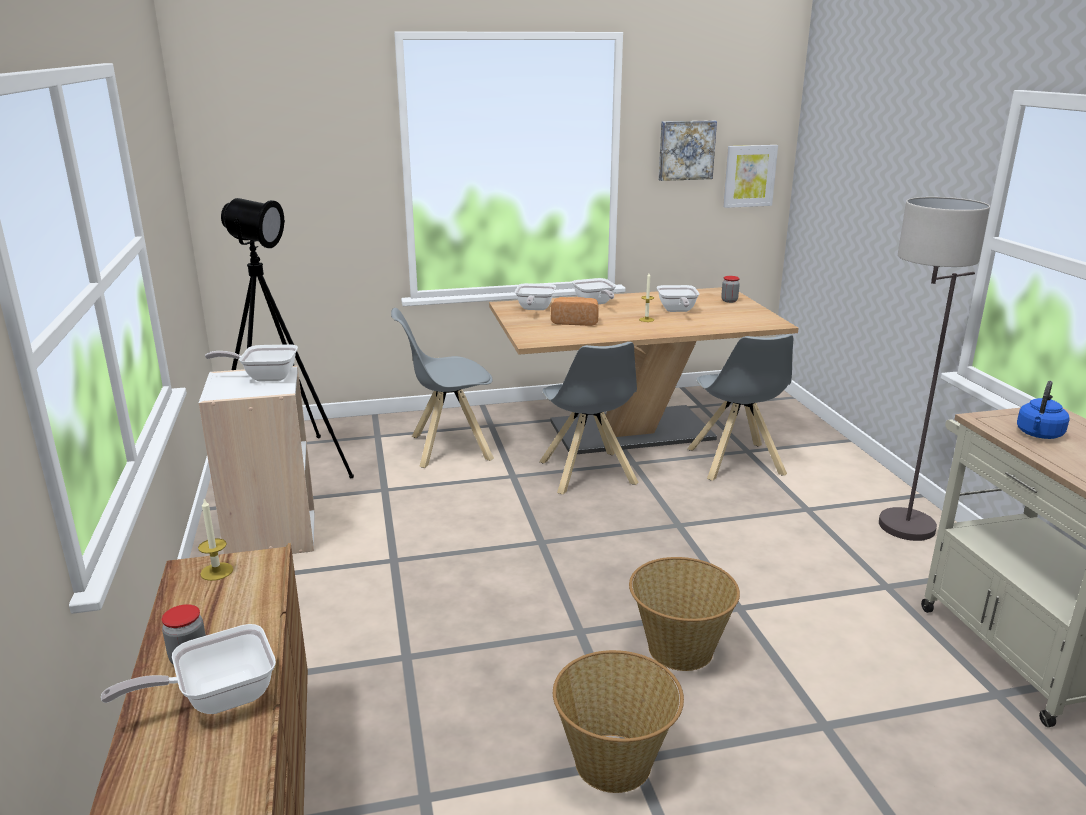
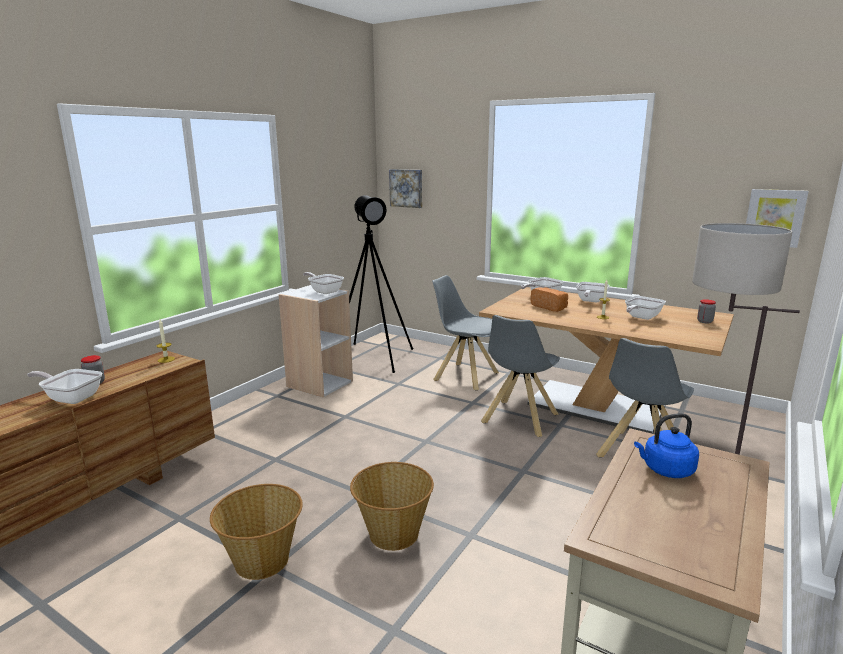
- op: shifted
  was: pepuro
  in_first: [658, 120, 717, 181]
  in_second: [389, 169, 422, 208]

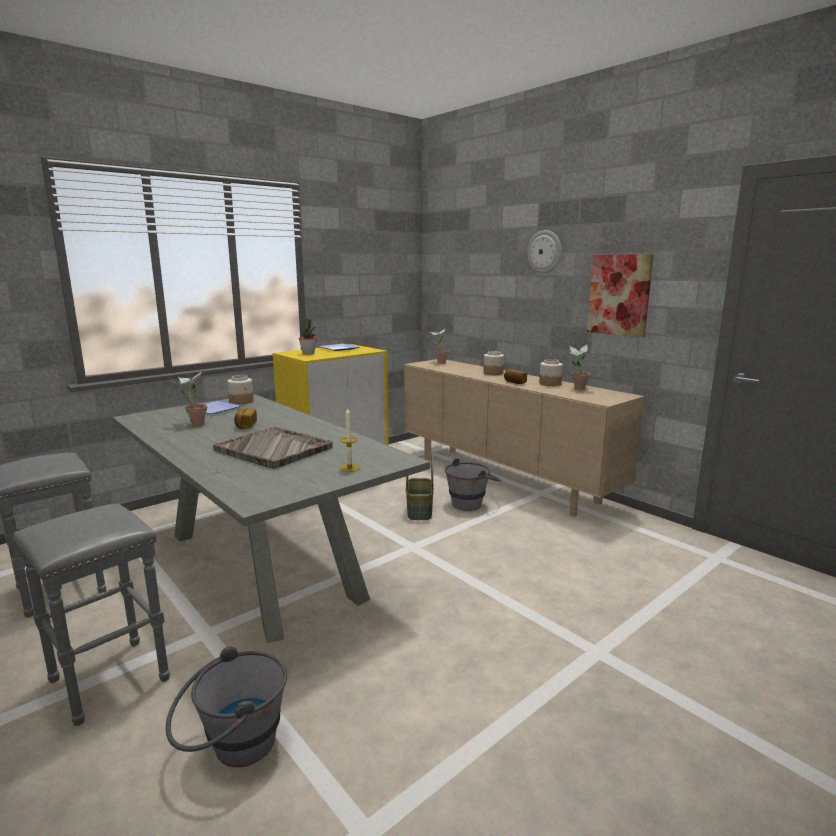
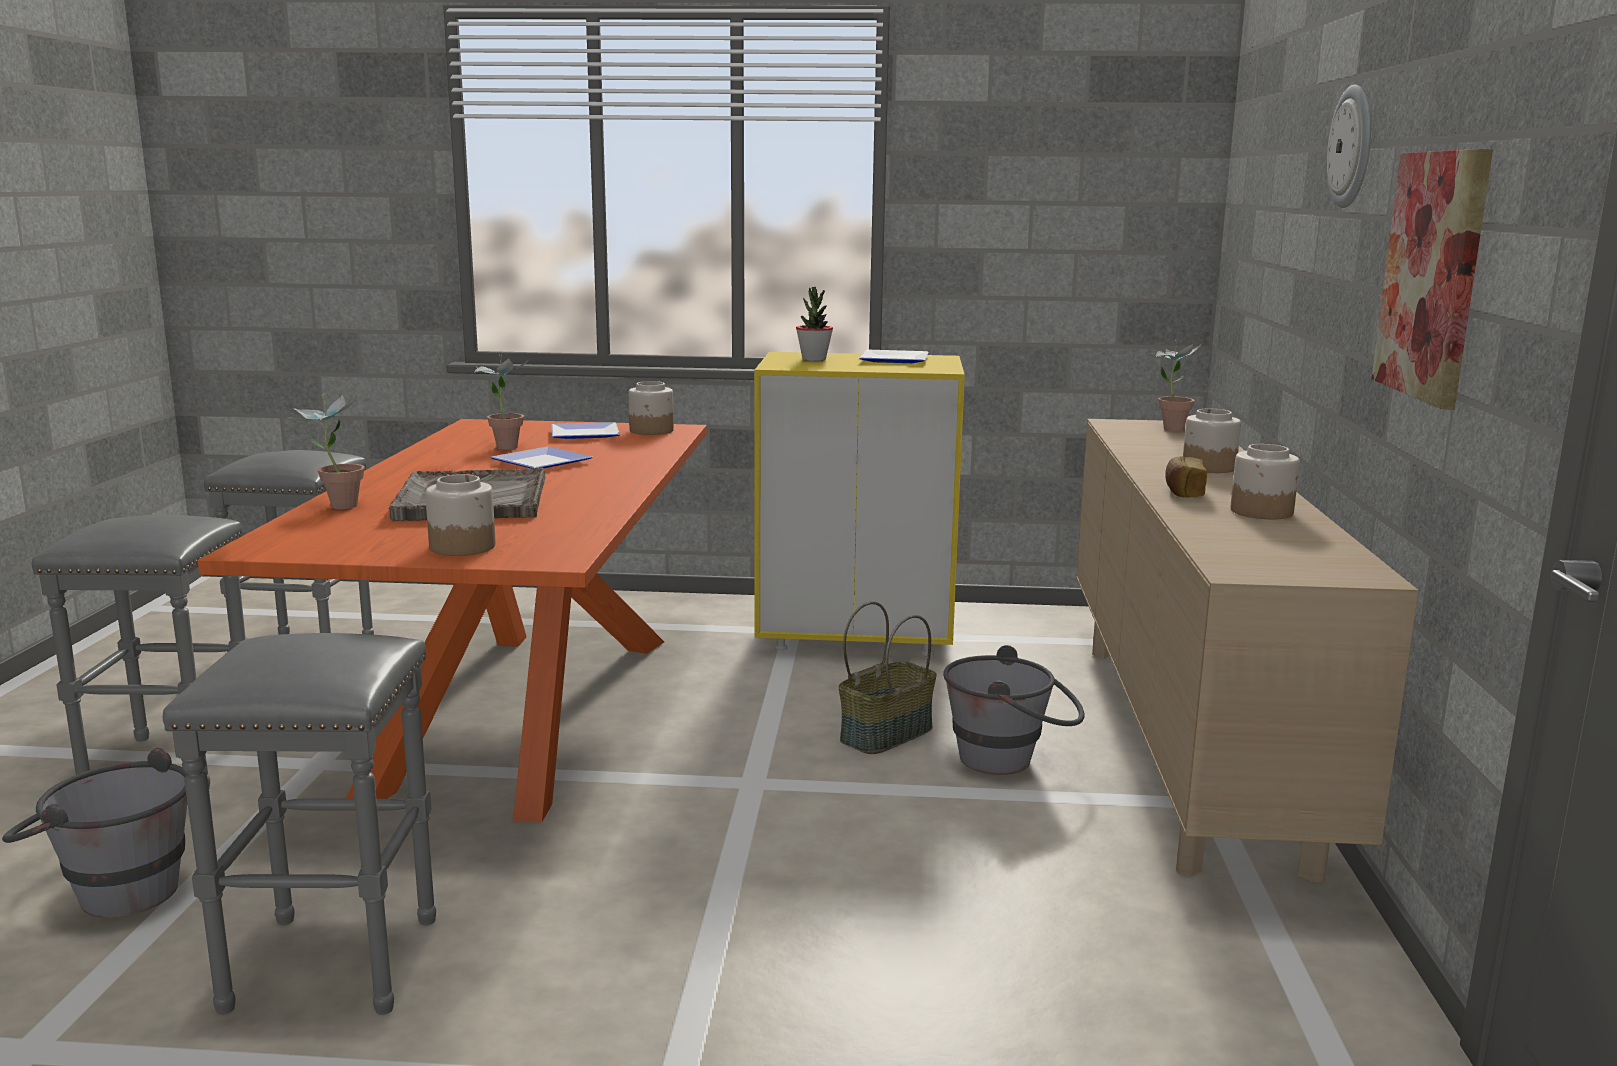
- op: shifted
  was: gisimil
  in_first: [568, 344, 595, 390]
  in_second: [284, 394, 365, 509]
- op: repainted
  was: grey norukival
  now: orange norukival
  in_first: [112, 394, 430, 643]
  in_second: [198, 419, 707, 822]
- op: swapped
  was: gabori
  now: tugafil
  in_first: [234, 408, 257, 429]
  in_second: [490, 446, 593, 468]
- op: swapped
  was: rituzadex
  now: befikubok
  in_first: [340, 408, 359, 472]
  in_second: [425, 474, 495, 556]
- op: new
  now: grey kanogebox
  in_second: [163, 633, 436, 1015]

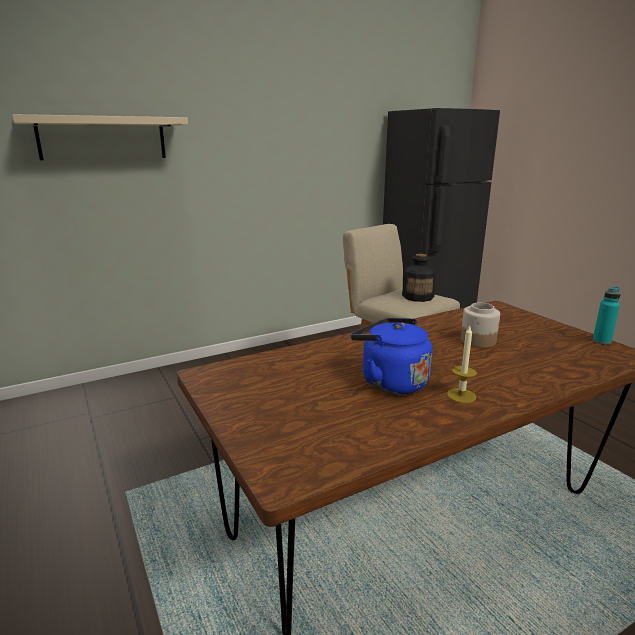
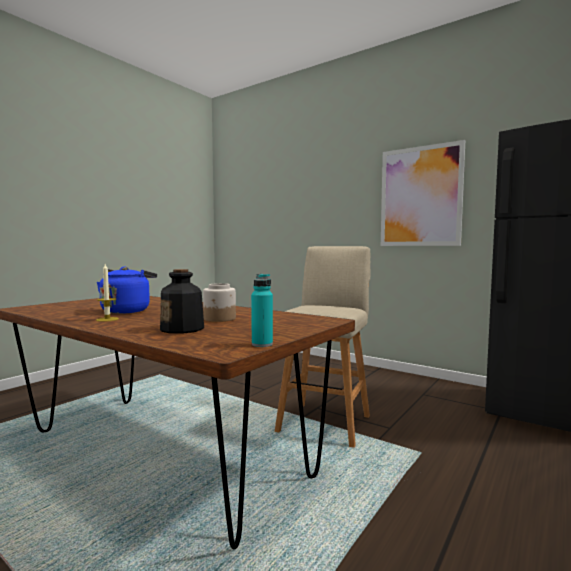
- op: gone
  was: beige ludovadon
  in_first: [12, 114, 188, 160]
- op: shifted
  was: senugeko
  in_first: [402, 254, 435, 302]
  in_second: [160, 269, 204, 334]
- op: new
  now: pepuro
  in_second: [381, 140, 465, 246]

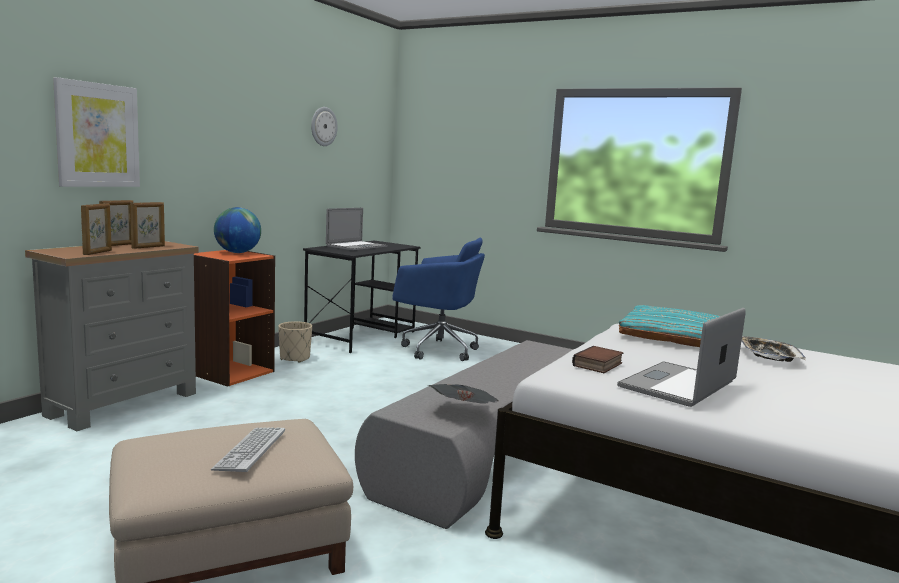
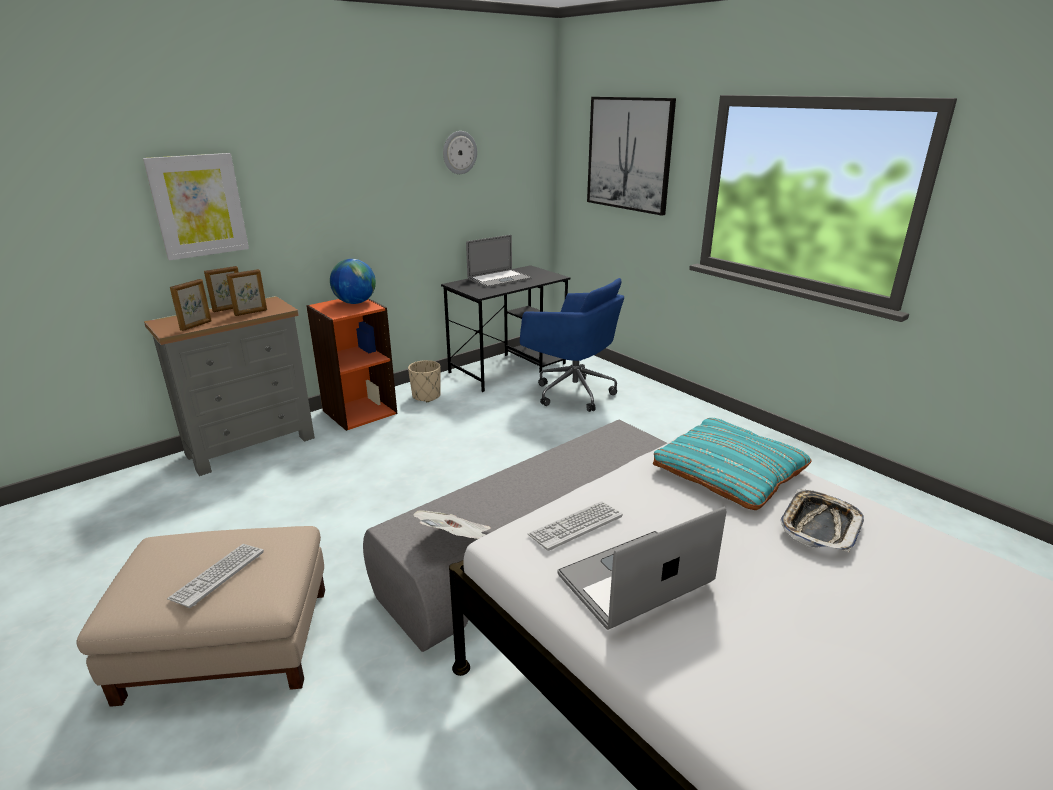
- op: swapped
  was: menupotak
  now: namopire
  in_first: [572, 346, 623, 373]
  in_second: [528, 501, 623, 551]
- op: new
  now: pepuro
  in_second: [587, 97, 676, 216]

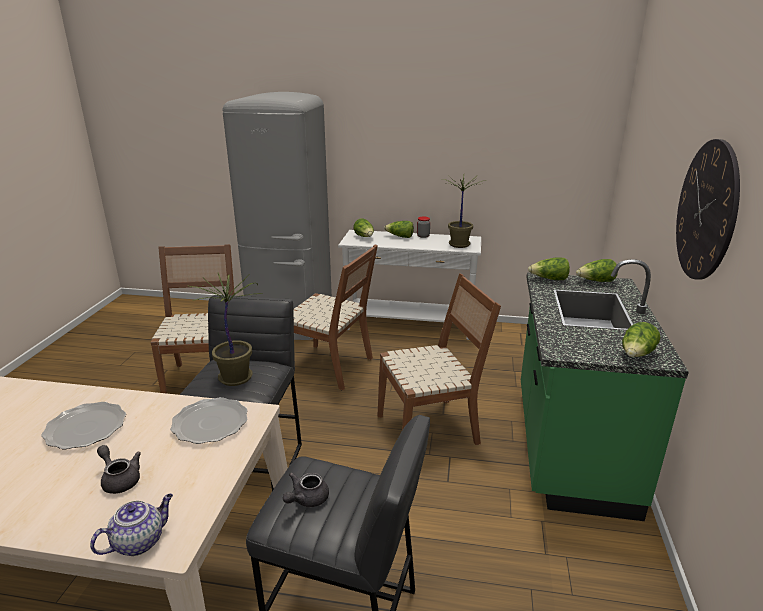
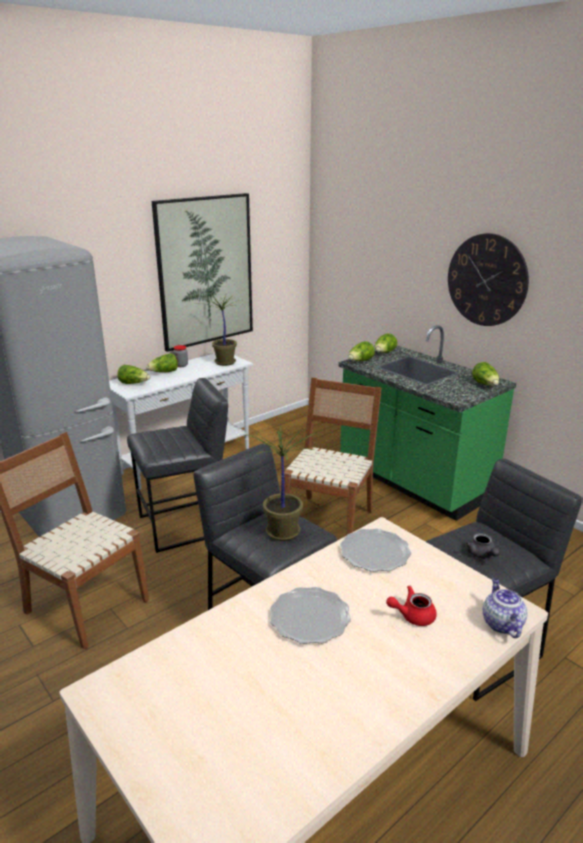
- op: swapped
  was: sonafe
  now: grey kanogebox
  in_first: [293, 244, 378, 390]
  in_second: [127, 378, 228, 553]
- op: repainted
  was: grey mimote
  now: red mimote
  in_first: [97, 445, 141, 494]
  in_second: [386, 586, 437, 626]
- op: new
  now: pepuro
  in_second: [152, 193, 253, 352]

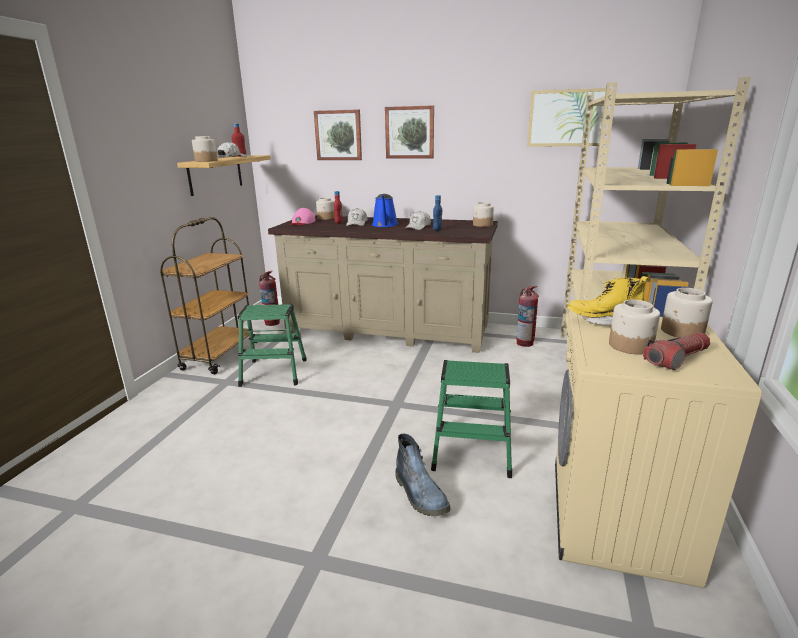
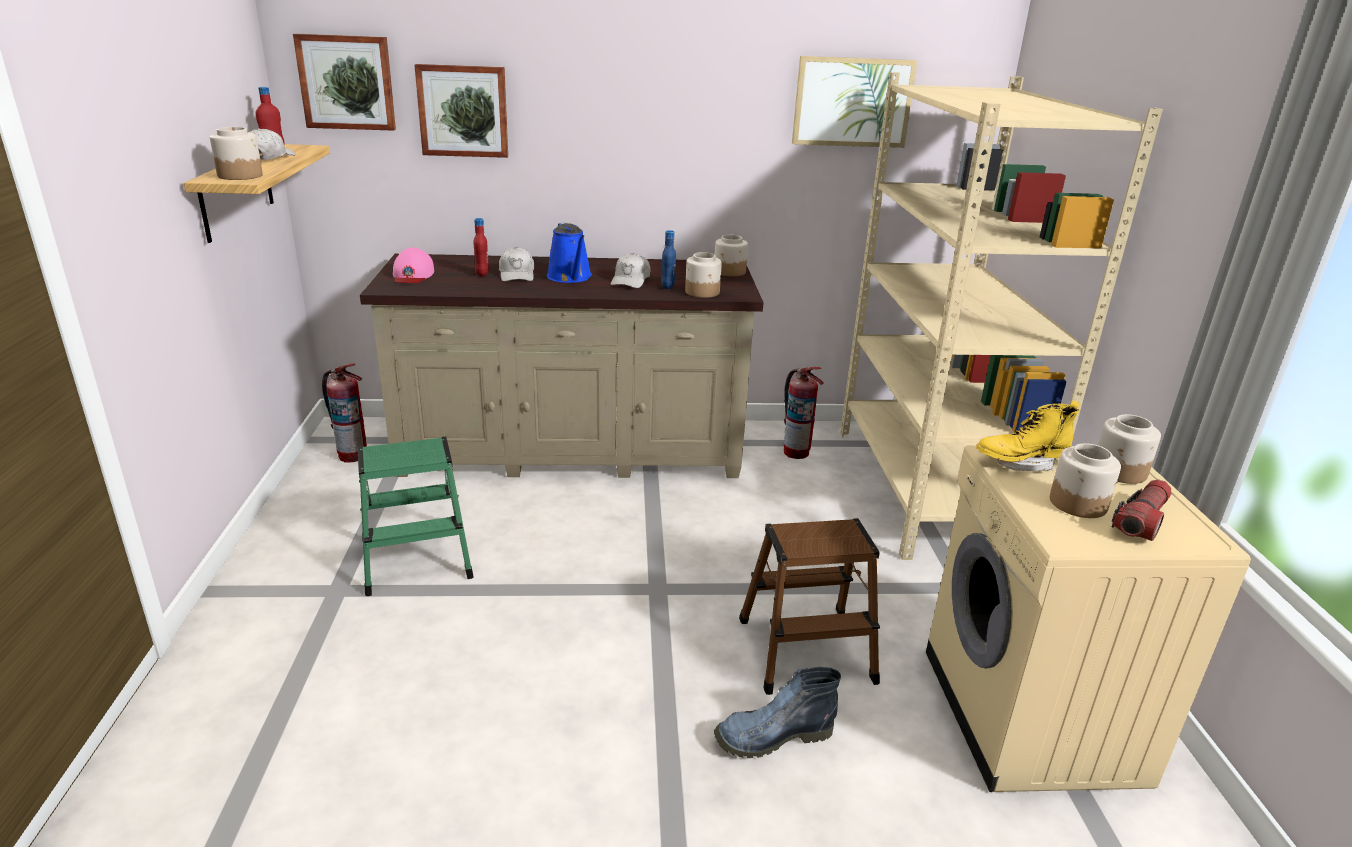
- op: shifted
  was: pepuro
  in_first: [385, 105, 434, 159]
  in_second: [293, 34, 396, 131]
- op: shifted
  was: befikubok
  in_first: [316, 197, 335, 220]
  in_second: [685, 252, 722, 298]
- op: gone
  was: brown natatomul
  in_first: [160, 217, 258, 374]
- op: repainted
  was: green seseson
  now: brown seseson
  in_first: [431, 360, 512, 478]
  in_second: [739, 518, 880, 695]
- op: rotated
  was: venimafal
  in_first: [395, 434, 450, 516]
  in_second: [714, 667, 841, 758]
  clockwise: 120

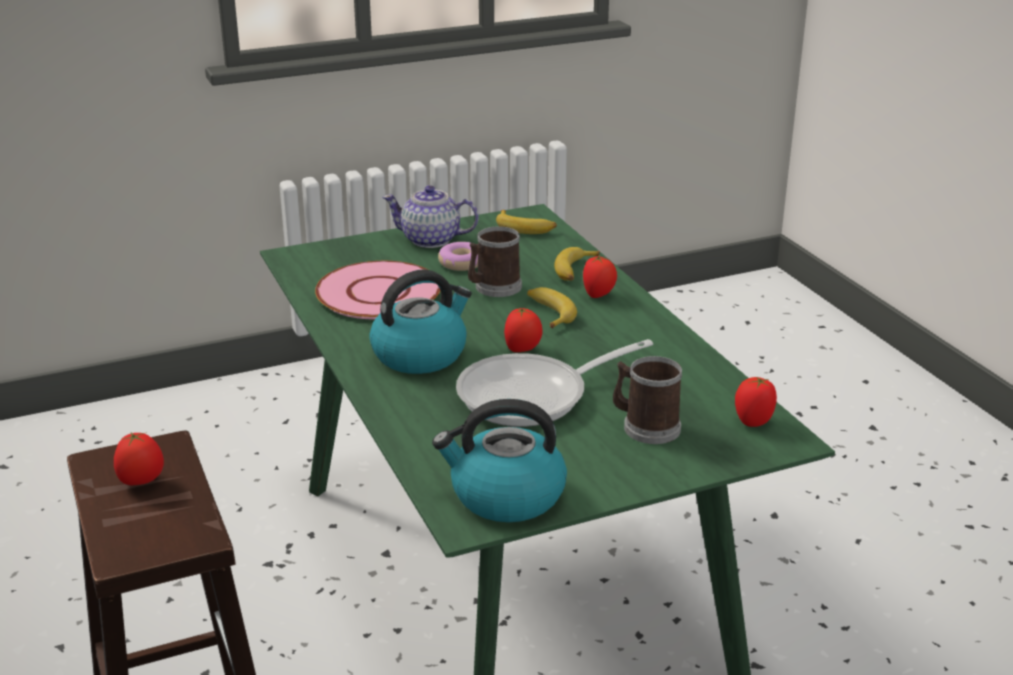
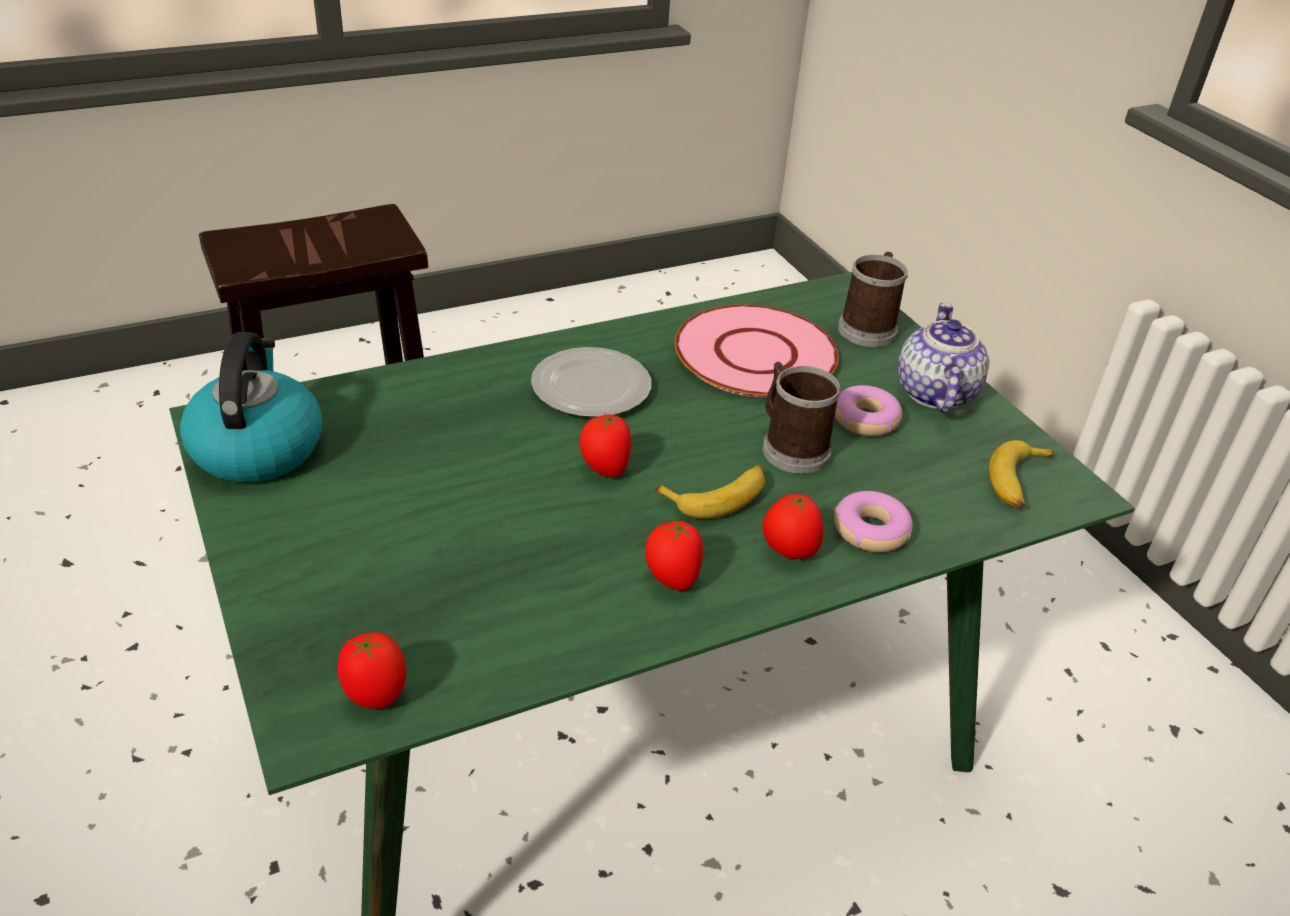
- op: swapped
  was: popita
  now: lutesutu
  in_first: [554, 247, 600, 281]
  in_second: [834, 491, 913, 552]
- op: swapped
  was: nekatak
  now: tugafil
  in_first: [369, 270, 472, 374]
  in_second: [531, 347, 651, 417]
- op: gone
  was: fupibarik
  in_first: [456, 339, 653, 427]
- op: shifted
  was: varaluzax
  in_first: [613, 356, 682, 444]
  in_second: [838, 252, 908, 347]
- op: shifted
  was: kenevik
  in_first: [114, 432, 164, 485]
  in_second: [645, 519, 703, 591]

